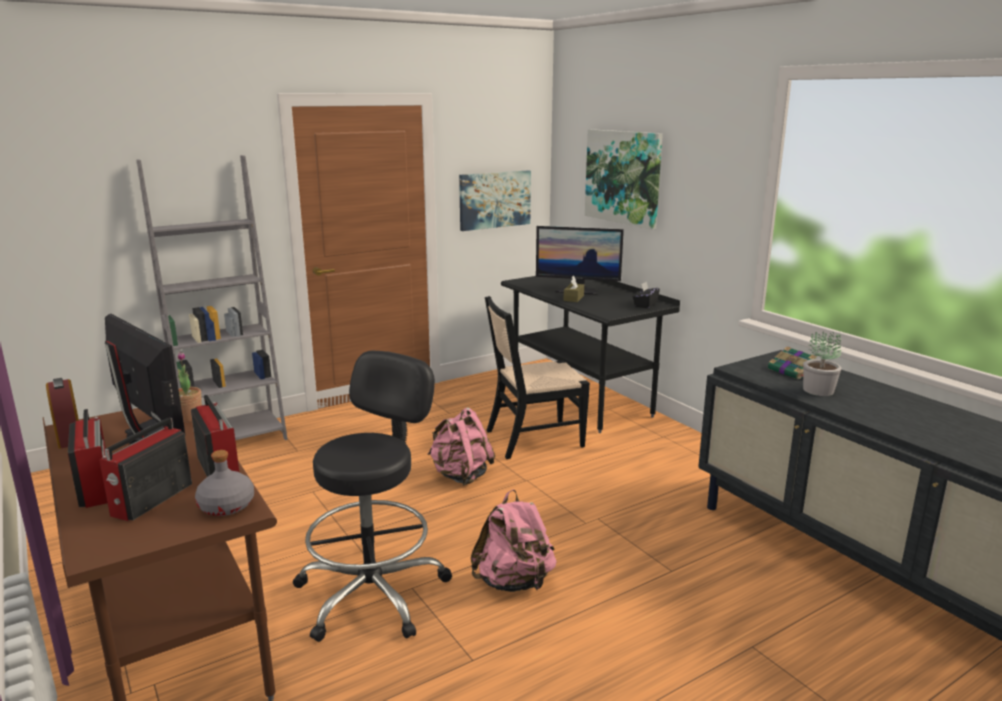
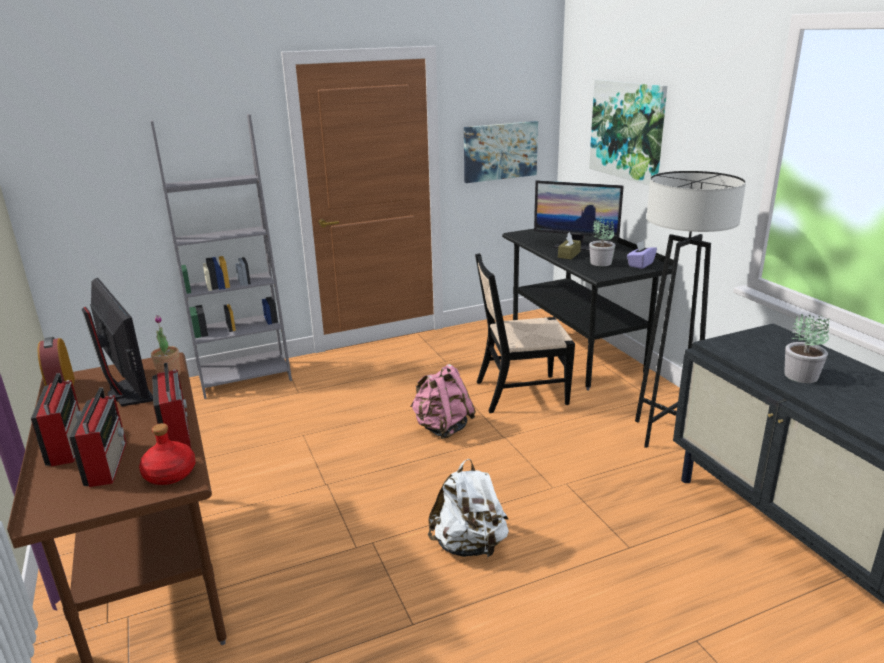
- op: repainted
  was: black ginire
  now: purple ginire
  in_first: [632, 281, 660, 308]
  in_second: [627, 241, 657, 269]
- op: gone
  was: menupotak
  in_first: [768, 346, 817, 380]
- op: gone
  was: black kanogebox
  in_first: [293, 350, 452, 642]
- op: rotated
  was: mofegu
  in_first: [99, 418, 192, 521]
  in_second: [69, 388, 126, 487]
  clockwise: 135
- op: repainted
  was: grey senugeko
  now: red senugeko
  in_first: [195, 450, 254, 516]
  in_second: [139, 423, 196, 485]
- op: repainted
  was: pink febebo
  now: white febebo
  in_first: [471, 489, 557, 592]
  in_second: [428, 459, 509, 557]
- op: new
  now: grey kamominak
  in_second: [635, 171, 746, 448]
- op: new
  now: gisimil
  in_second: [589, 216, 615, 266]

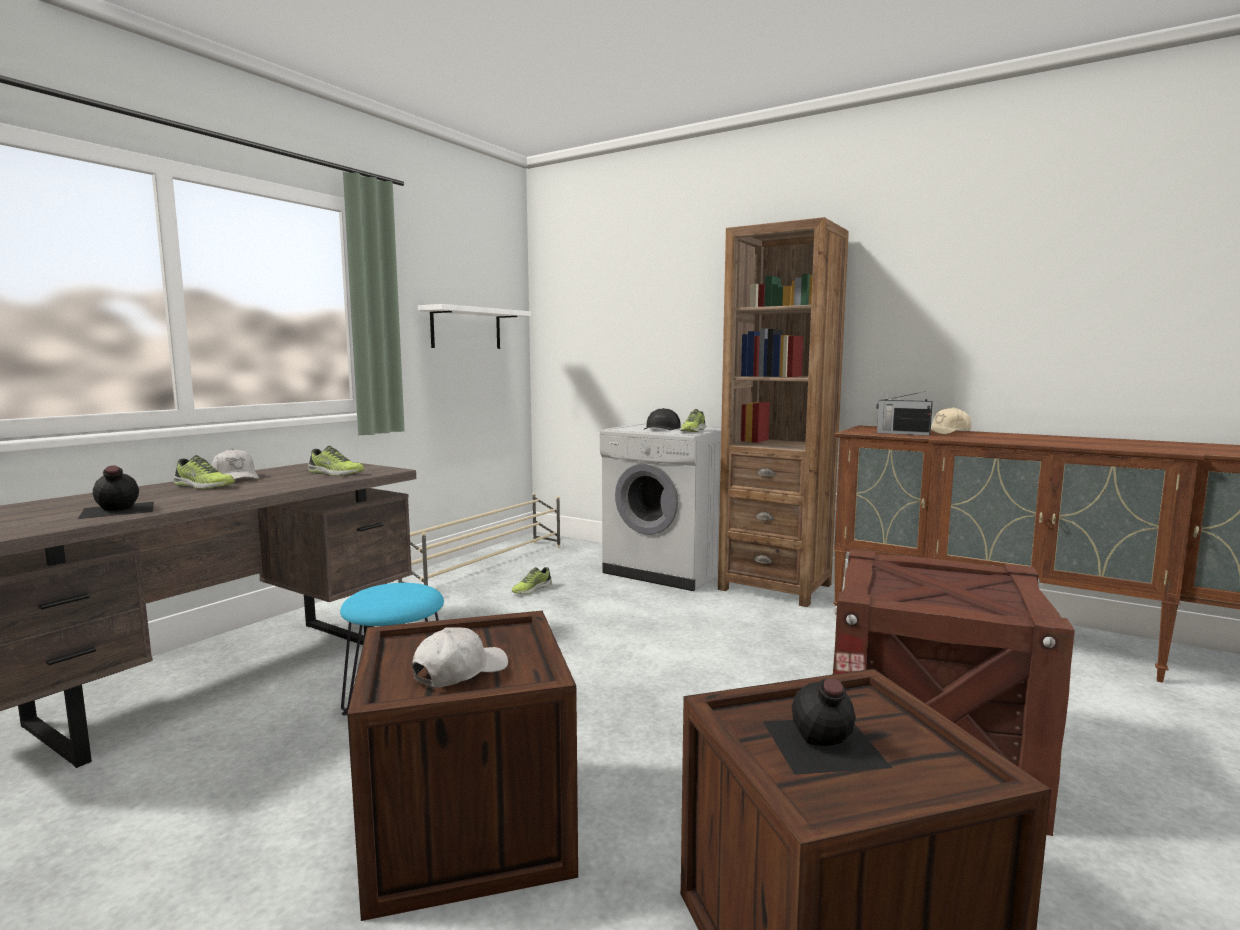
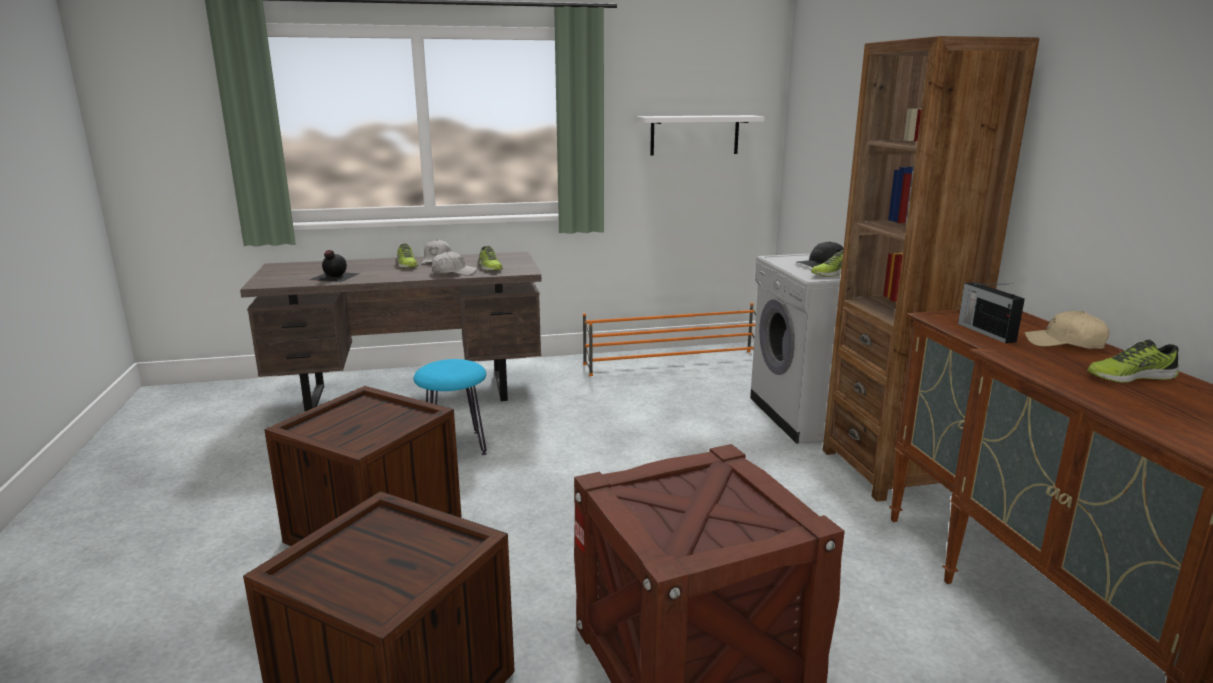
- op: repainted
  was: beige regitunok
  now: orange regitunok
  in_first: [398, 493, 561, 586]
  in_second: [583, 303, 756, 376]
- op: shifted
  was: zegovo
  in_first: [512, 567, 552, 594]
  in_second: [1087, 340, 1179, 383]
- op: shifted
  was: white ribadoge
  in_first: [412, 627, 508, 687]
  in_second: [432, 251, 477, 275]
- op: gone
  was: black senugeko
  in_first: [763, 678, 892, 775]

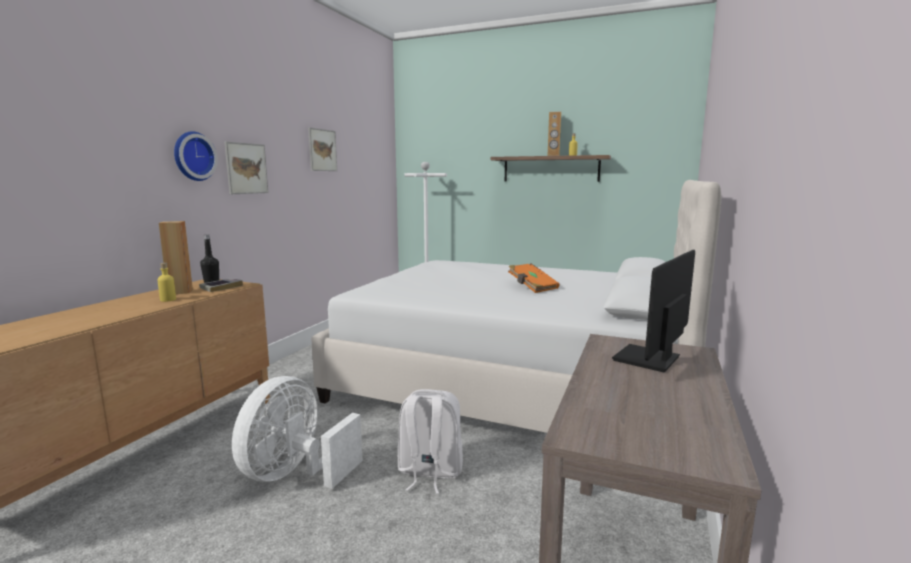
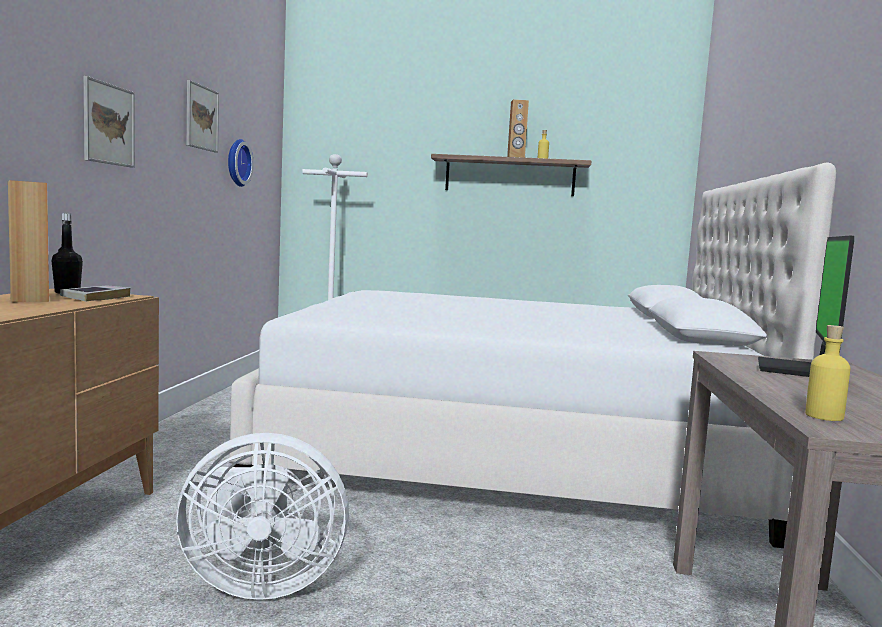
- op: shifted
  was: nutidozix
  in_first: [174, 131, 218, 181]
  in_second: [228, 139, 254, 187]
- op: shifted
  was: yellow senugeko
  in_first: [158, 263, 176, 302]
  in_second: [805, 325, 850, 421]
- op: gone
  was: orange menupotak
  in_first: [508, 264, 560, 293]
- op: rotated
  was: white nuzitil
  in_first: [232, 376, 363, 489]
  in_second: [176, 433, 349, 600]
  clockwise: -105
- op: gone
  was: white febebo
  in_first: [398, 389, 463, 494]

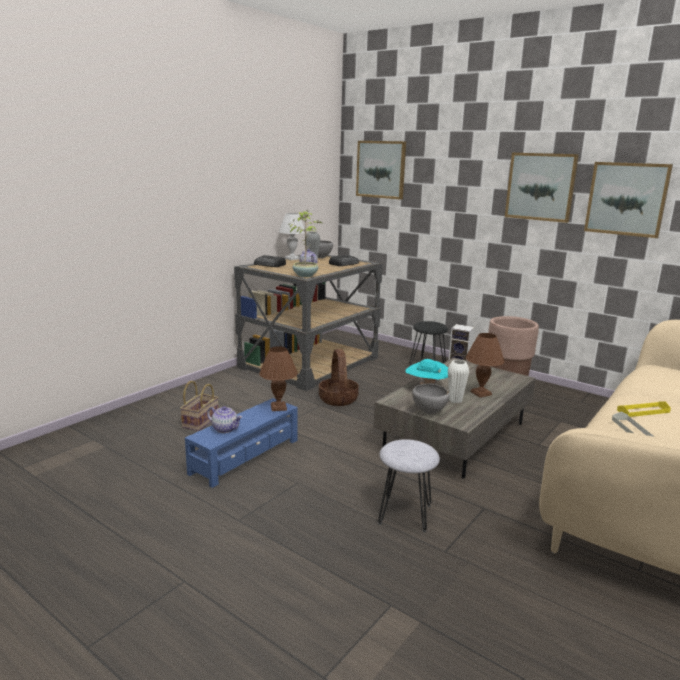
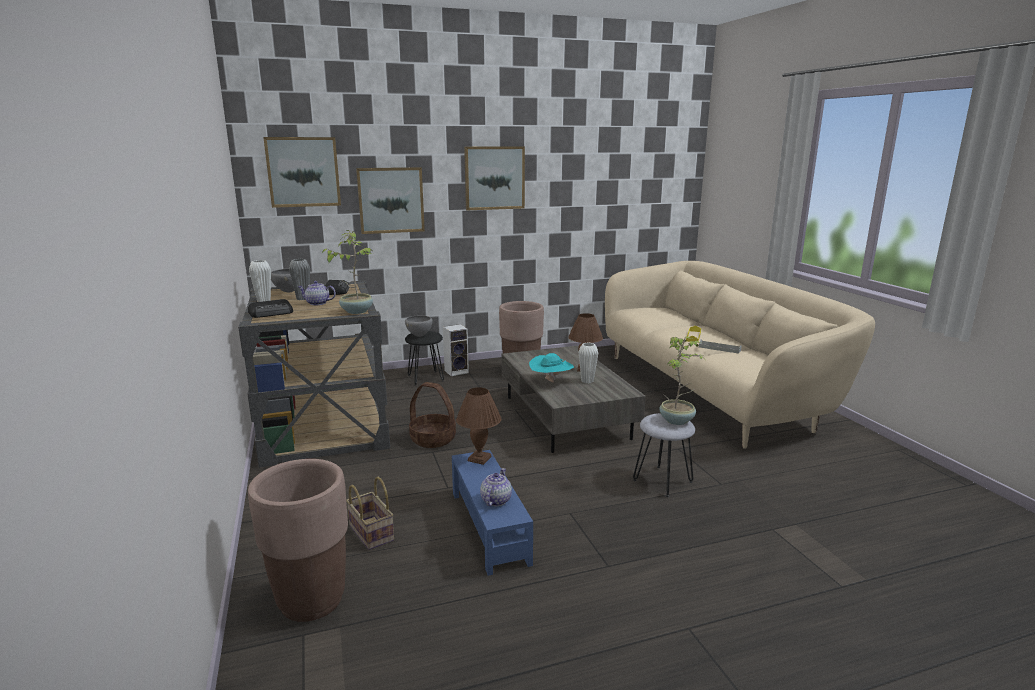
- op: shifted
  was: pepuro
  in_first: [584, 162, 673, 238]
  in_second: [356, 167, 425, 234]
- op: swapped
  was: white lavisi
  now: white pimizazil
  in_first: [279, 213, 305, 260]
  in_second: [249, 260, 271, 302]
- op: shifted
  was: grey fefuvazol
  in_first: [412, 384, 450, 414]
  in_second: [405, 315, 432, 337]
- op: rotated
  was: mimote
  in_first: [207, 406, 242, 433]
  in_second: [480, 468, 512, 506]
  clockwise: -45
- op: new
  now: gisimil
  in_second: [659, 336, 704, 425]
- op: new
  now: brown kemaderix
  in_second: [248, 459, 348, 622]

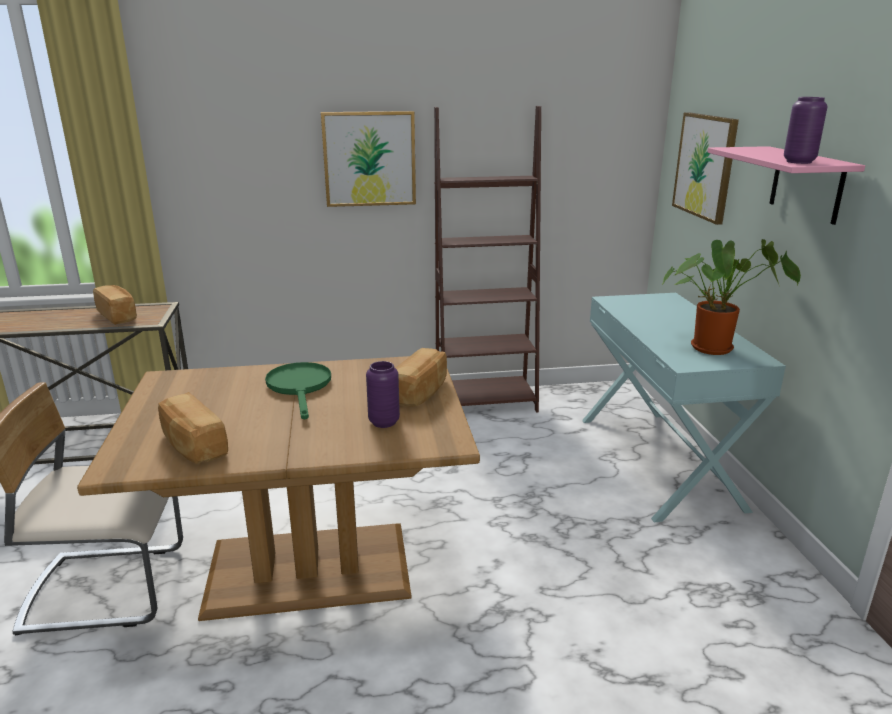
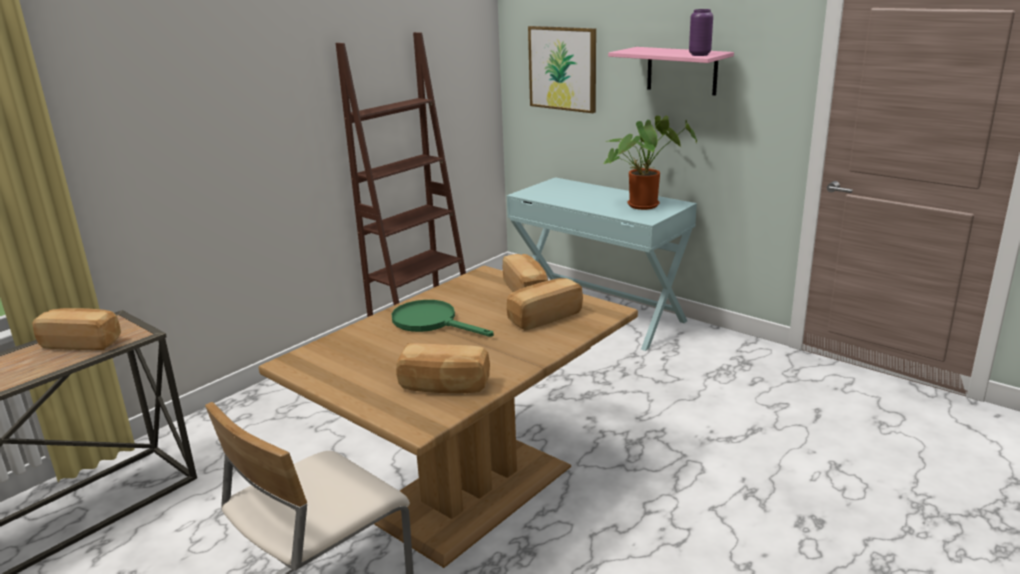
- op: gone
  was: pepuro
  in_first: [321, 111, 416, 207]
- op: swapped
  was: purple pimizazil
  now: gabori
  in_first: [366, 361, 400, 428]
  in_second: [507, 278, 583, 331]

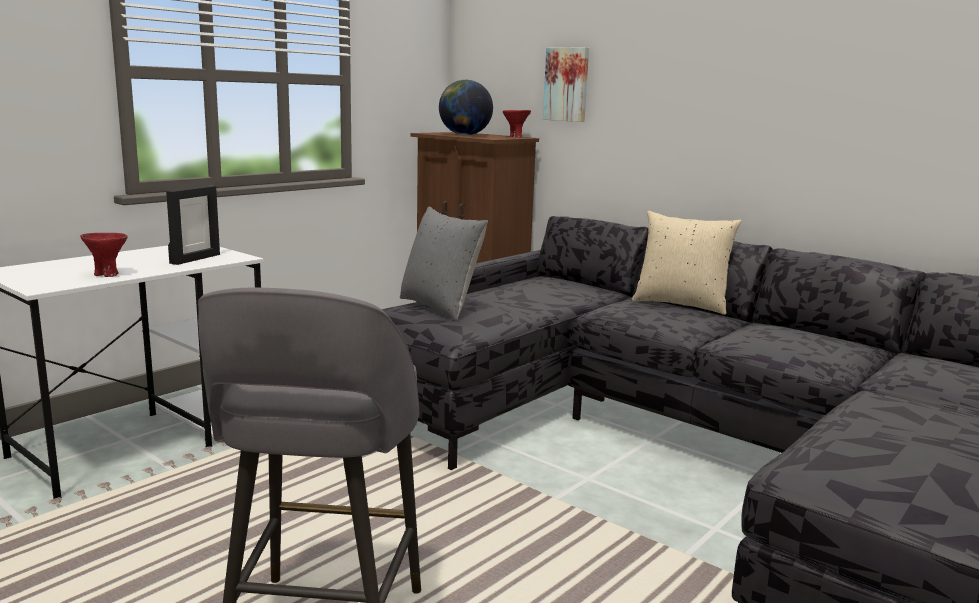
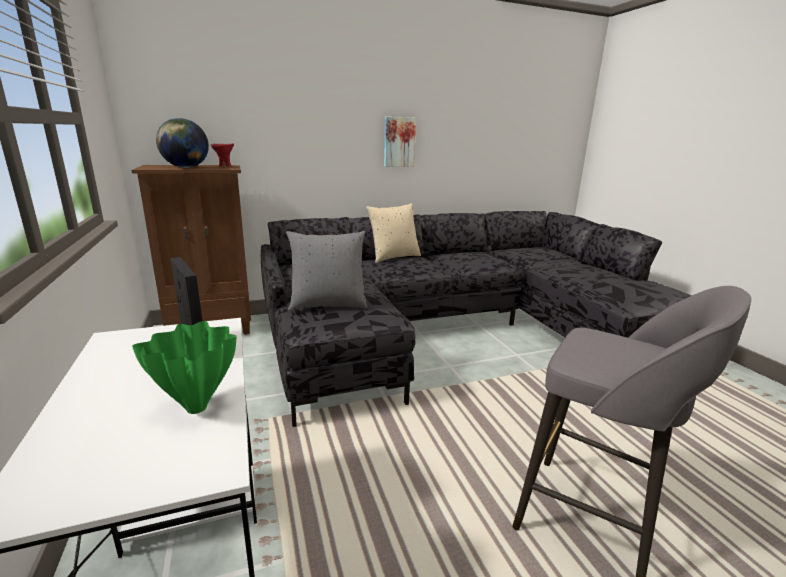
- op: shifted
  was: pepuro
  in_first: [543, 47, 589, 122]
  in_second: [384, 117, 416, 167]
- op: swapped
  was: red fefuvazol
  now: green pimizazil
  in_first: [80, 233, 128, 277]
  in_second: [132, 321, 236, 414]

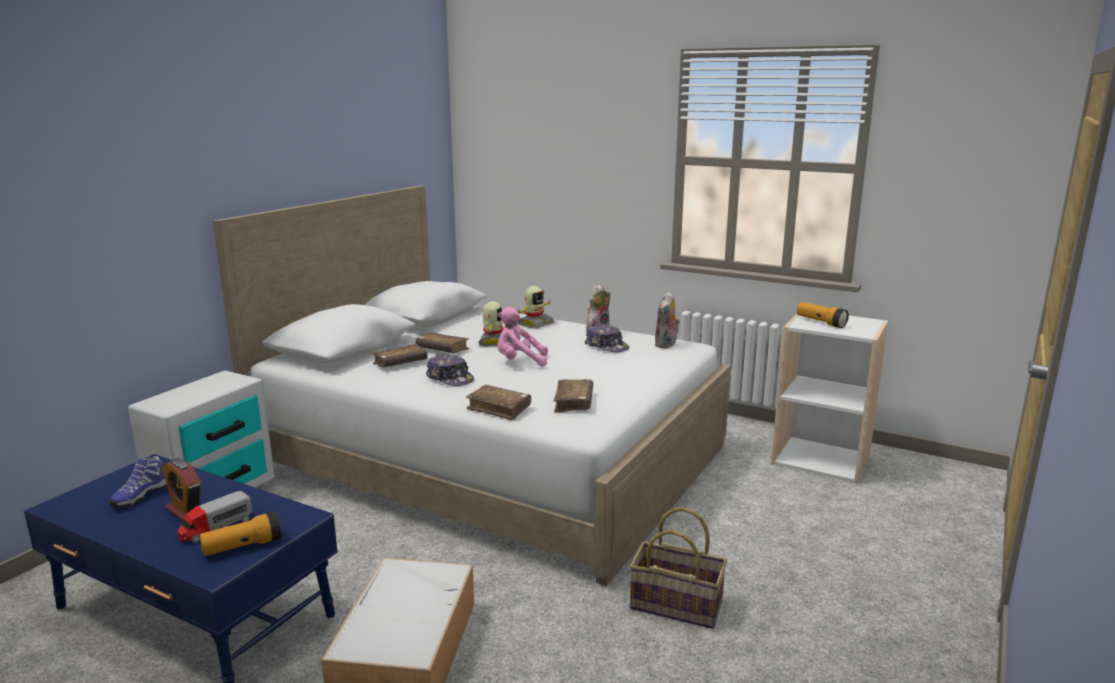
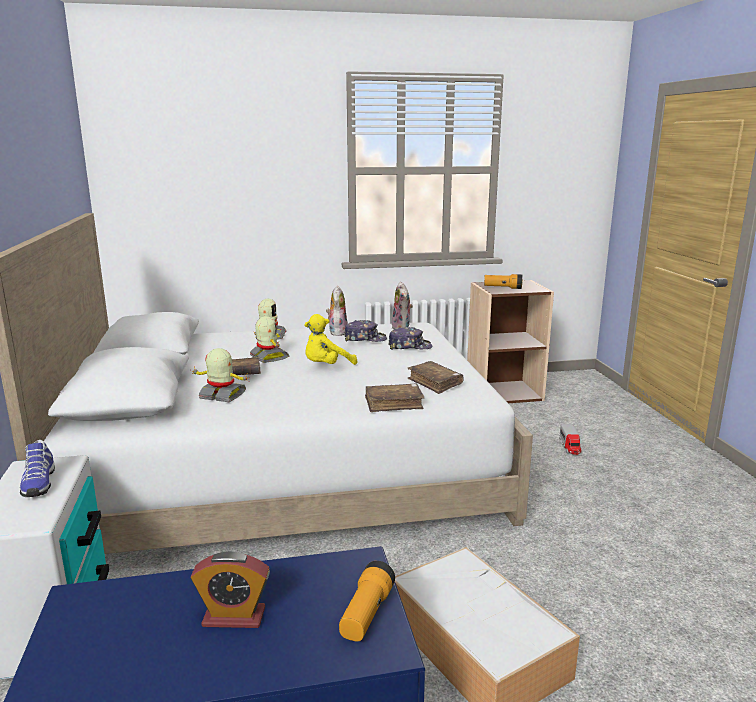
- op: repainted
  was: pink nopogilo
  now: yellow nopogilo
  in_first: [497, 307, 548, 367]
  in_second: [304, 314, 357, 365]
- op: repainted
  was: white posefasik
  now: brown posefasik
  in_first: [771, 314, 888, 484]
  in_second: [467, 280, 554, 403]
- op: swapped
  was: brown menupotak
  now: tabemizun
  in_first: [371, 344, 428, 368]
  in_second: [191, 348, 250, 402]
- op: shifted
  was: ribadoge
  in_first: [426, 354, 474, 386]
  in_second: [388, 327, 433, 350]
- op: shifted
  was: zegovo
  in_first: [109, 456, 167, 508]
  in_second: [20, 440, 55, 497]
- op: shifted
  was: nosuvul
  in_first: [178, 491, 252, 543]
  in_second: [559, 424, 582, 455]
- op: gone
  was: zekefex
  in_first: [630, 507, 727, 629]

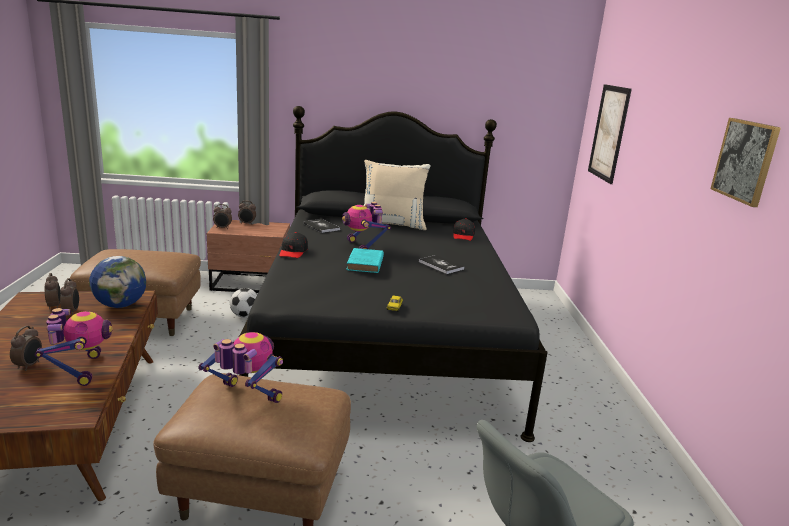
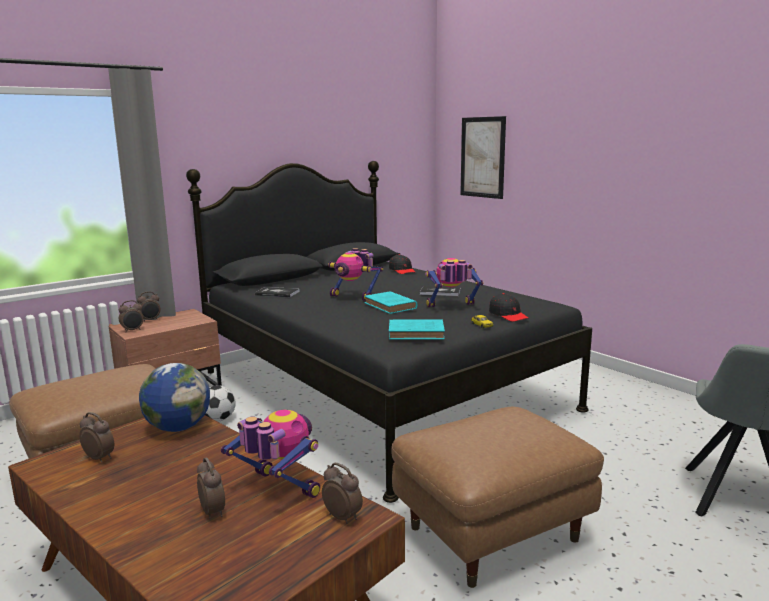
- op: gone
  was: pepuro
  in_first: [710, 118, 781, 207]
- op: gone
  was: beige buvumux
  in_first: [364, 160, 431, 230]
- op: shifted
  was: black ribadoge
  in_first: [279, 232, 308, 258]
  in_second: [489, 293, 529, 322]
- op: shifted
  was: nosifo
  in_first: [60, 278, 79, 315]
  in_second: [322, 463, 363, 524]
- op: shifted
  was: tabemizun
  in_first: [198, 332, 283, 403]
  in_second: [425, 258, 483, 307]
- op: new
  now: turquoise menupotak
  in_second: [389, 320, 445, 340]

